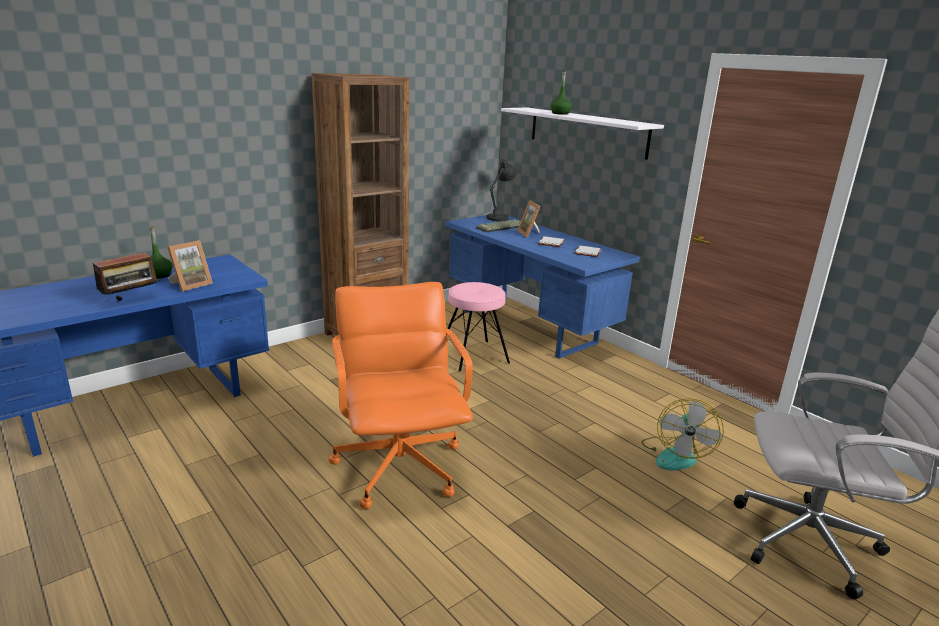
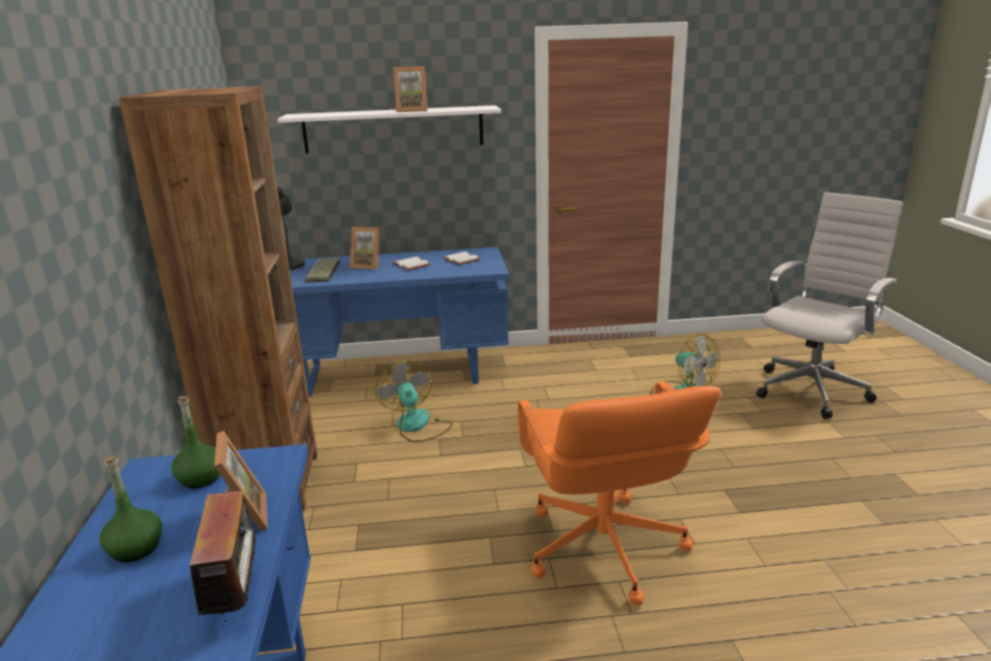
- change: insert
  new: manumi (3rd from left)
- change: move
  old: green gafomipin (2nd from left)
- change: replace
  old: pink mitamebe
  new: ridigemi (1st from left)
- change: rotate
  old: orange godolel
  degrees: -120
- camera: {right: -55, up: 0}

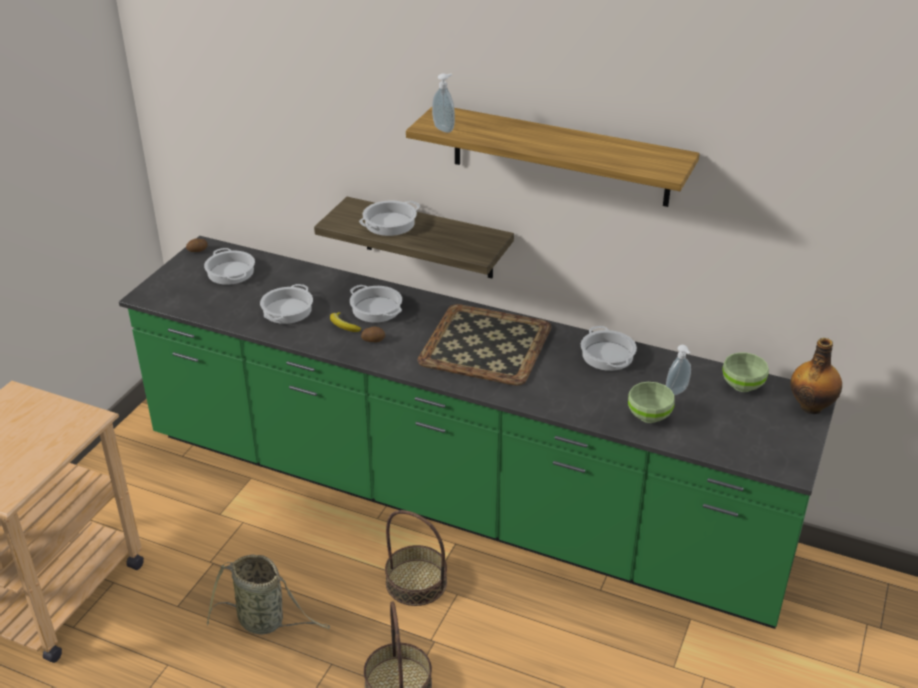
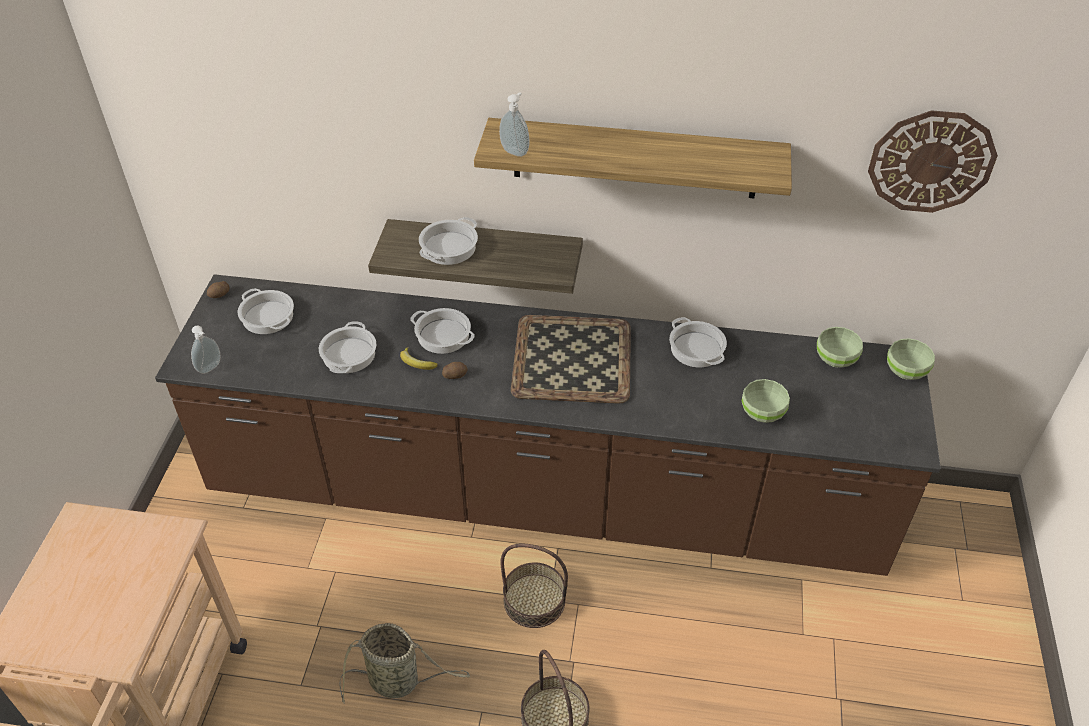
- change: insert
  new: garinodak
- change: move
  old: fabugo (2nd from left in the first image)
  new: fabugo (1st from left)
- change: replace
  old: gafomipin
  new: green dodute (3rd from left)
- change: recolor
  old: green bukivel
  new: brown bukivel
- camera: {right: -15, up: 10}

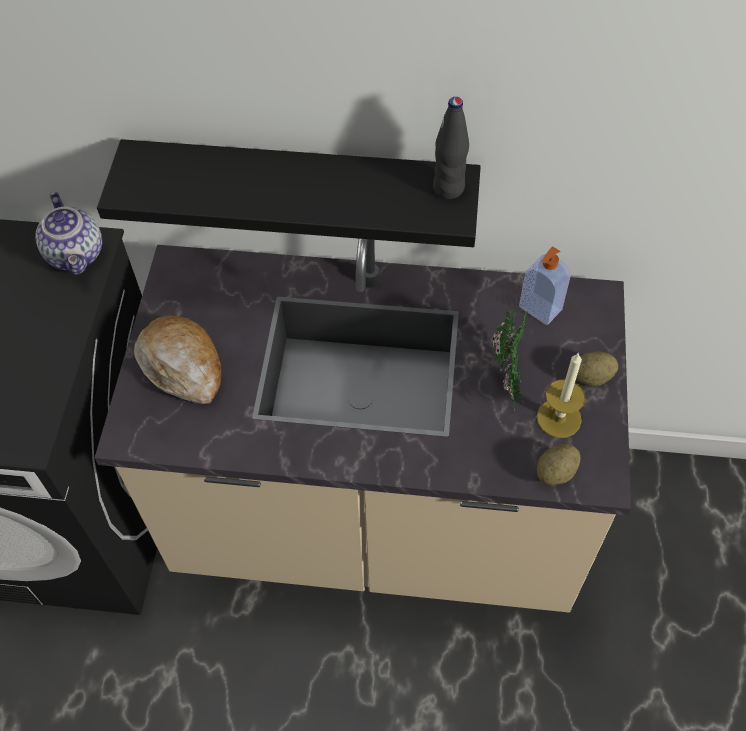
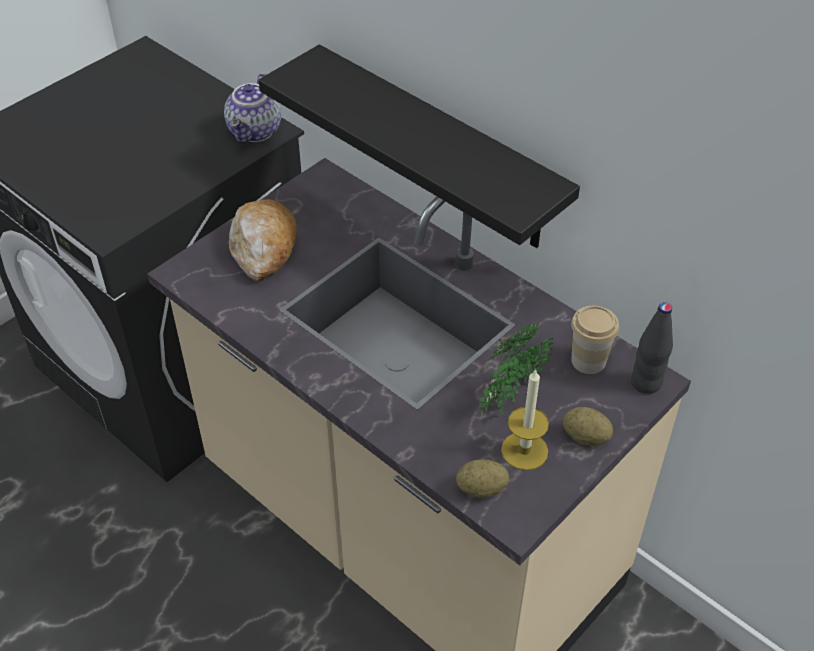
- change: move
  old: black gafomipin
- change: replace
  old: fabugo
  new: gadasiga
- camera: {right: 35, up: -10}

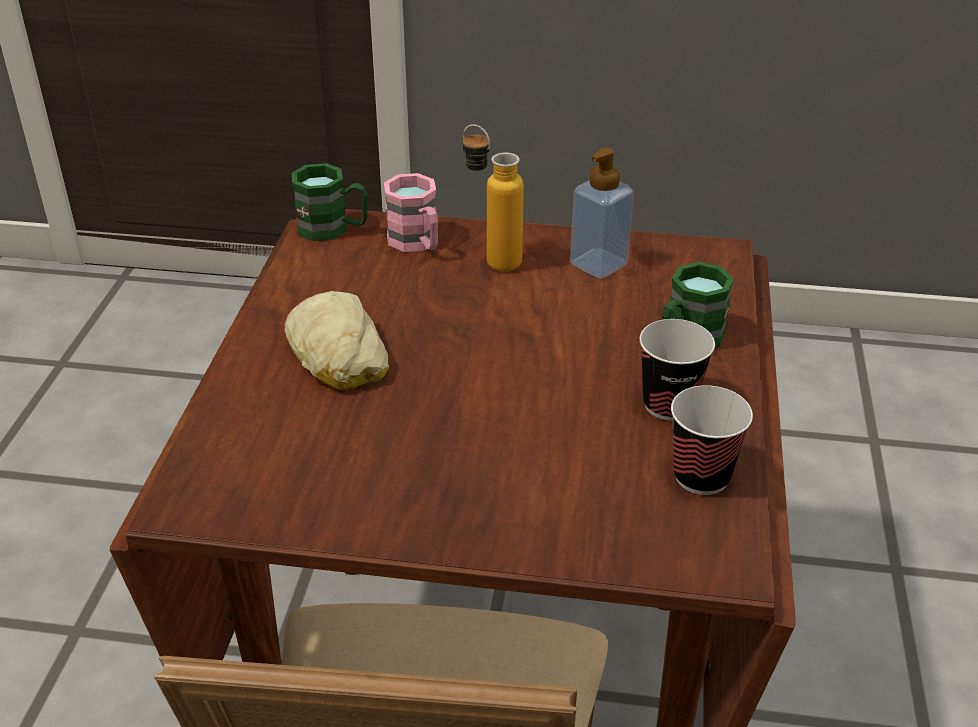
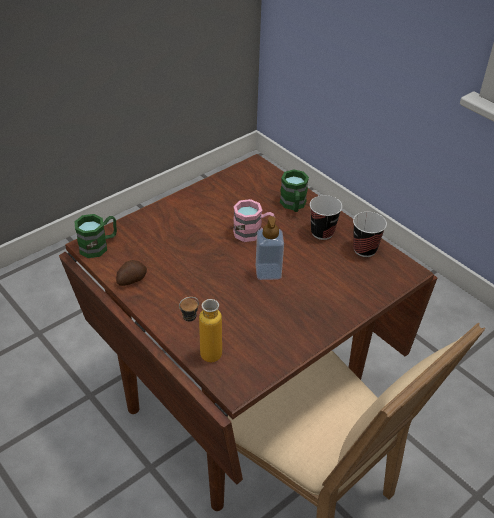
- change: delete
  old: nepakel
- change: insert
  new: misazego
- change: move
  old: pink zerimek
- change: move
  old: gafomipin
- change: move
  old: fabugo
- camera: {right: -50, up: 5}

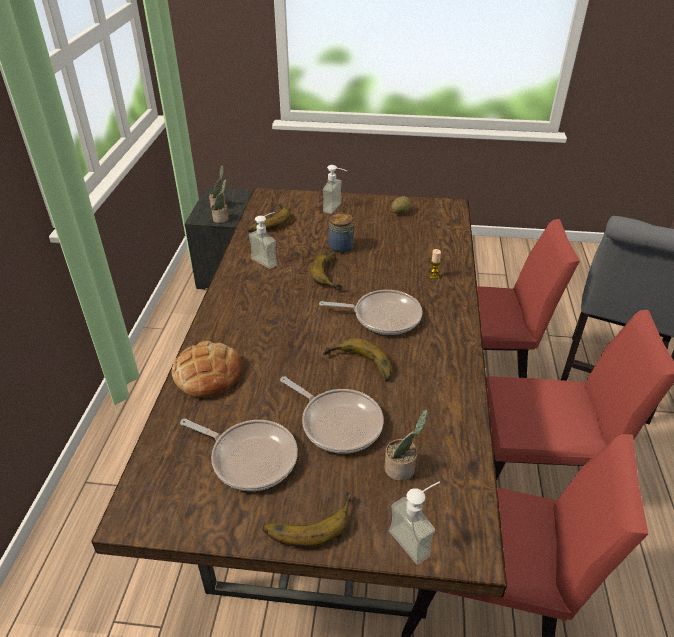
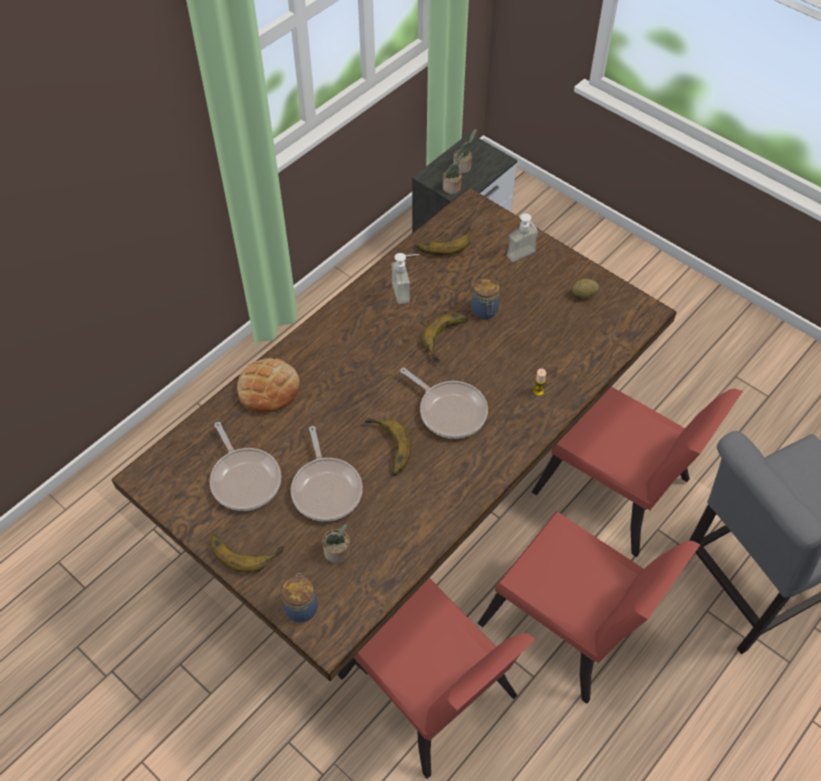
- change: replace
  old: fabugo (3rd from left)
  new: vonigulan (1st from left)
- camera: {right: 35, up: 15}

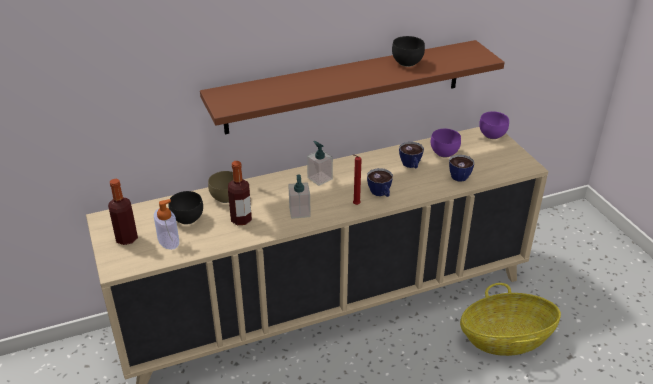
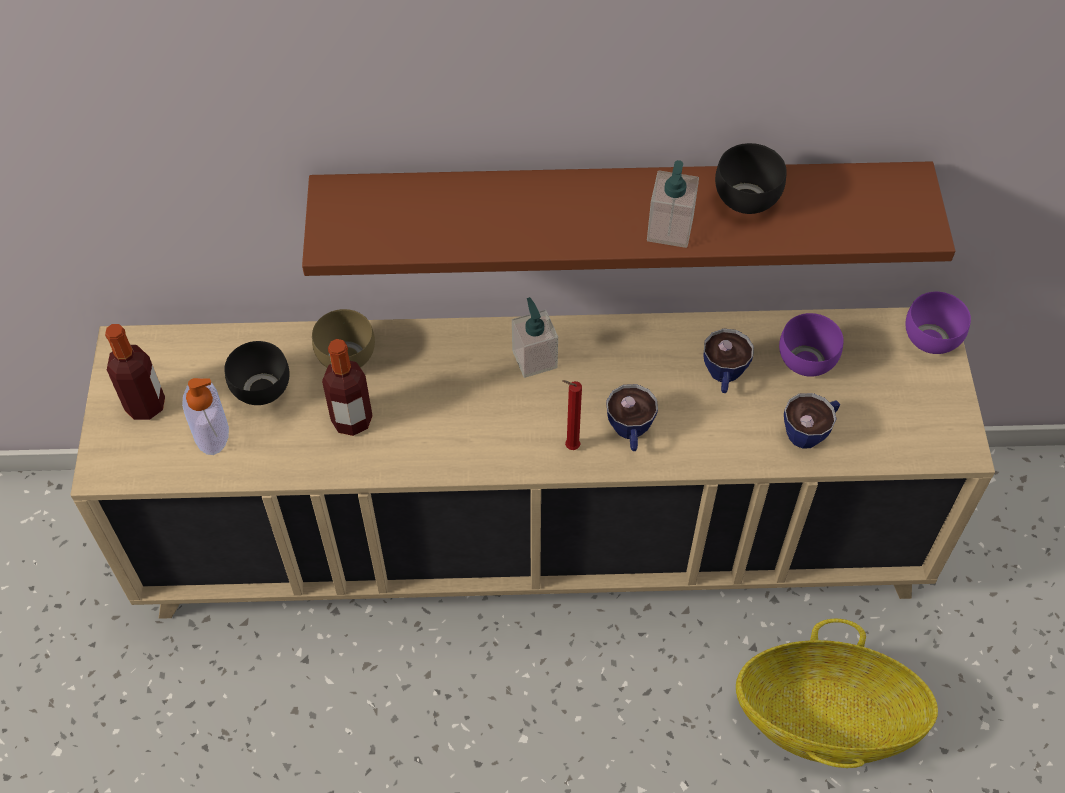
- change: move
  old: fabugo (2nd from left in the first image)
  new: fabugo (3rd from left)
- camera: {right: 20, up: 20}

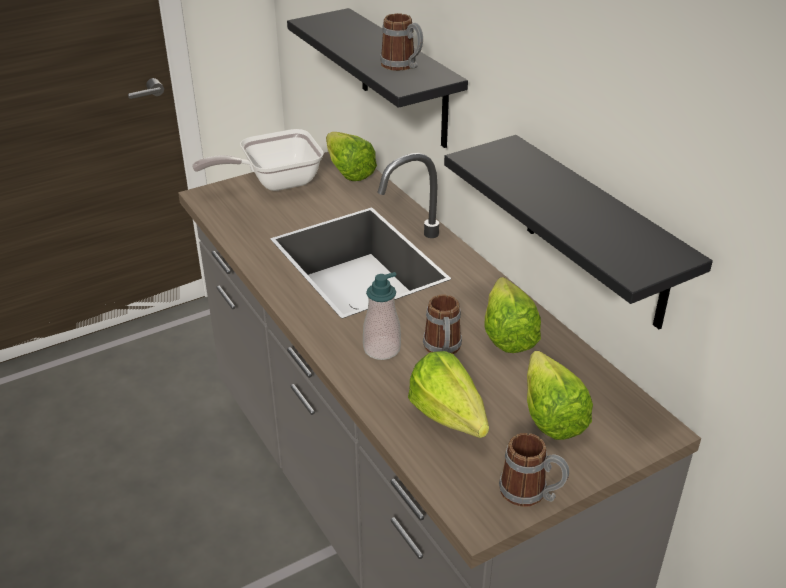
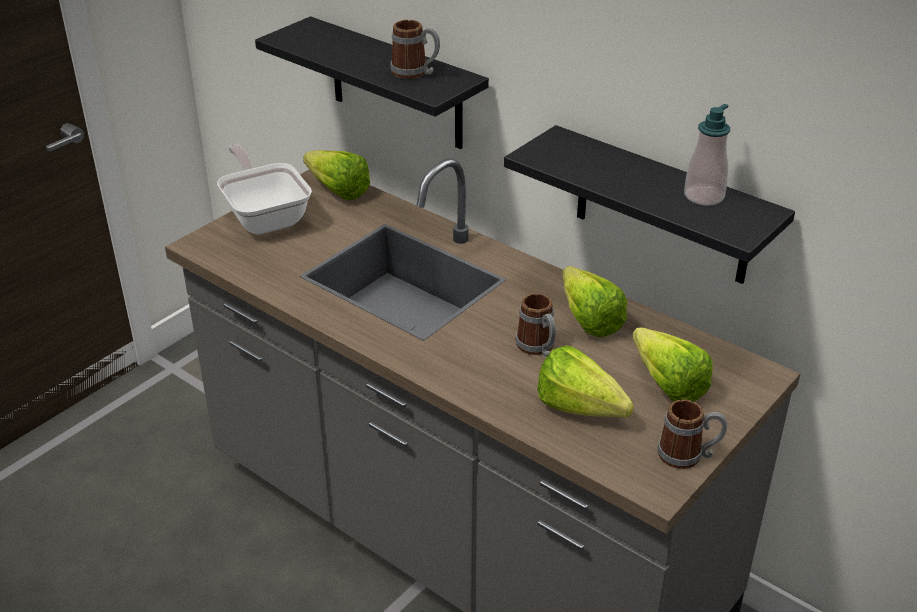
- change: move
  old: fabugo
- change: rotate
  old: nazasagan
  degrees: 105
- camera: {right: -20, up: 0}

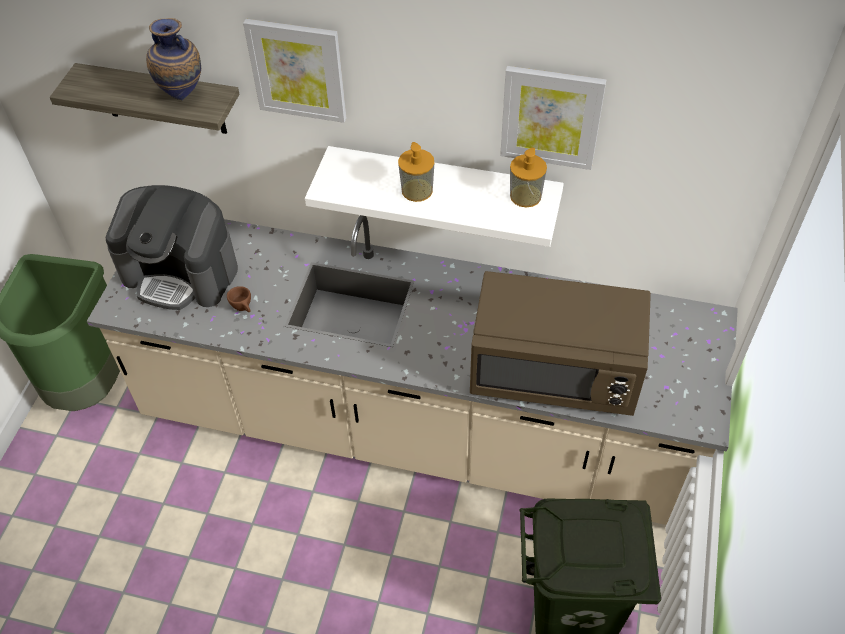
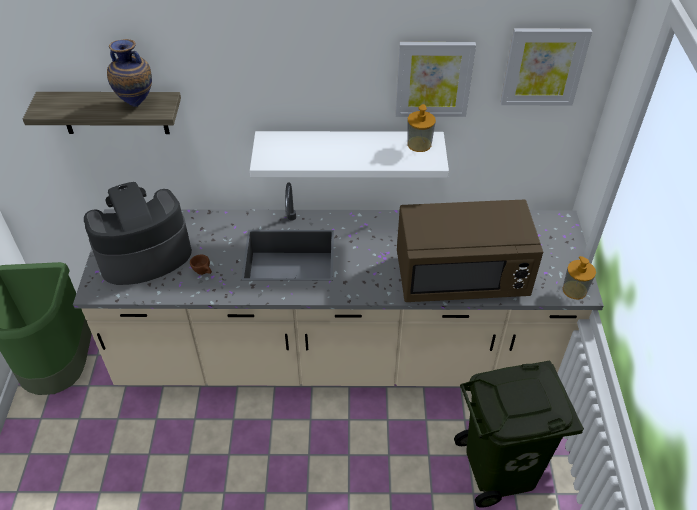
- change: move
  old: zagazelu (1st from left in the first image)
  new: zagazelu (2nd from left)
- change: move
  old: fabugo (1st from left in the first image)
  new: fabugo (2nd from left)
- change: rotate
  old: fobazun
  degrees: 150
- camera: {right: -15, up: -5}

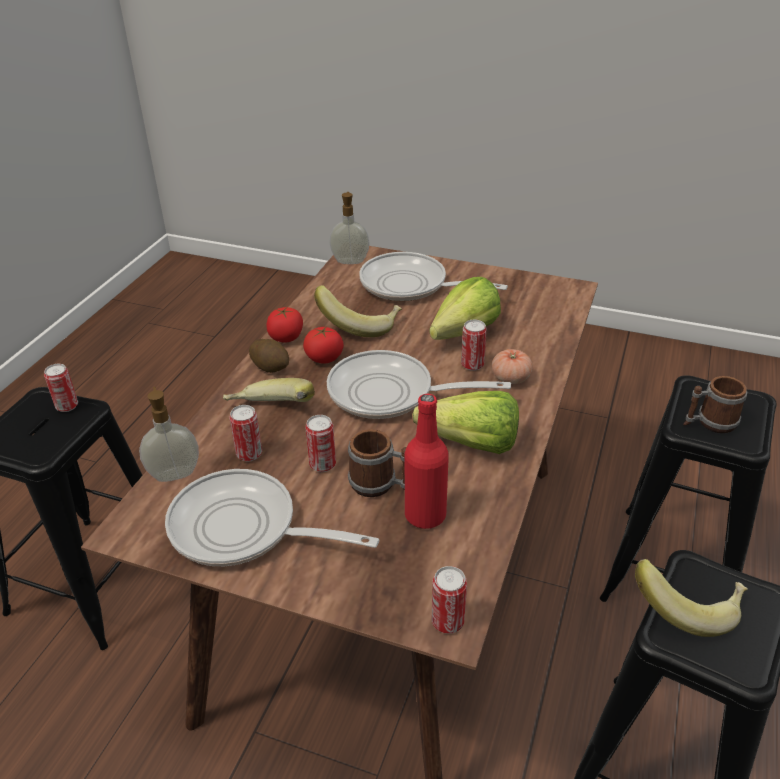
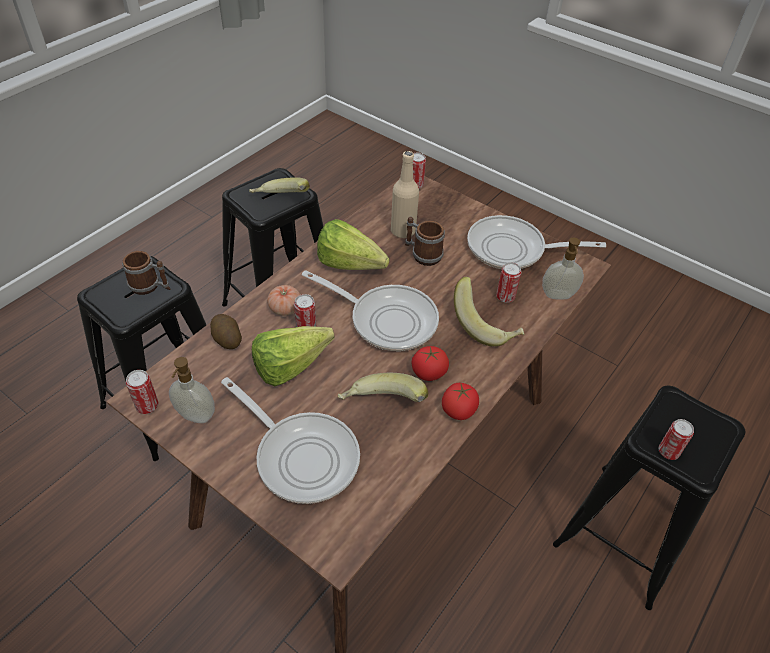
- change: move
  old: misazego
- change: move
  old: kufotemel (3rd from left in the first image)
  new: kufotemel (1st from left)
- change: move
  old: fabugo (2nd from left in the first image)
  new: fabugo (1st from left)
- change: recolor
  old: red gafomipin
  new: beige gafomipin
- change: rotate
  old: nazasagan (1st from left in the first image)
  degrees: 150
- camera: {right: -165, up: 10}

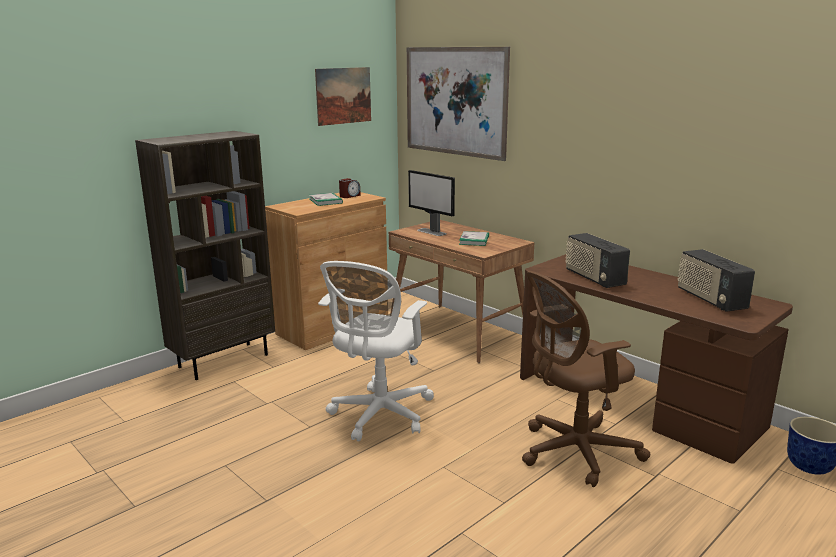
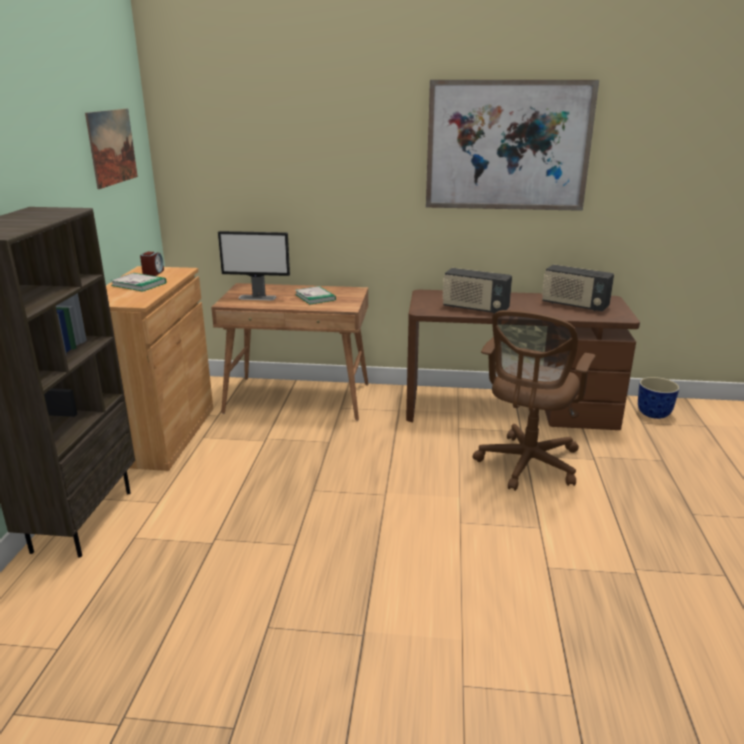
- change: delete
  old: white godolel
- change: move
  old: zagazelu (2nd from left)
- camera: {right: -40, up: 5}

